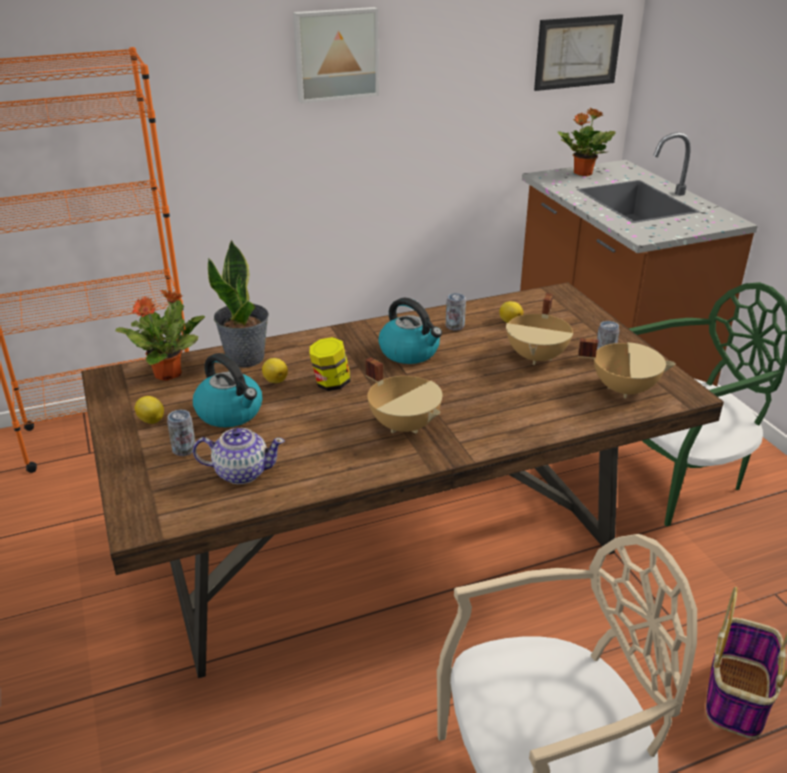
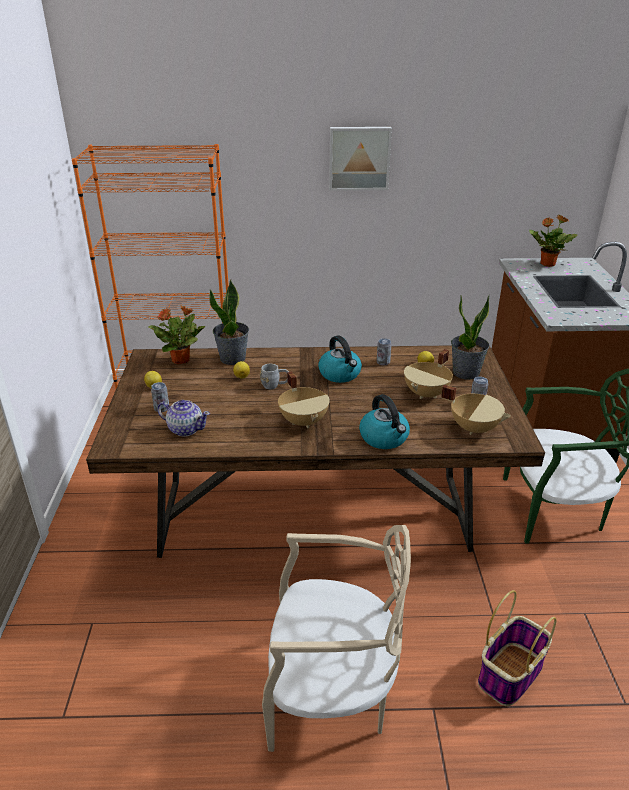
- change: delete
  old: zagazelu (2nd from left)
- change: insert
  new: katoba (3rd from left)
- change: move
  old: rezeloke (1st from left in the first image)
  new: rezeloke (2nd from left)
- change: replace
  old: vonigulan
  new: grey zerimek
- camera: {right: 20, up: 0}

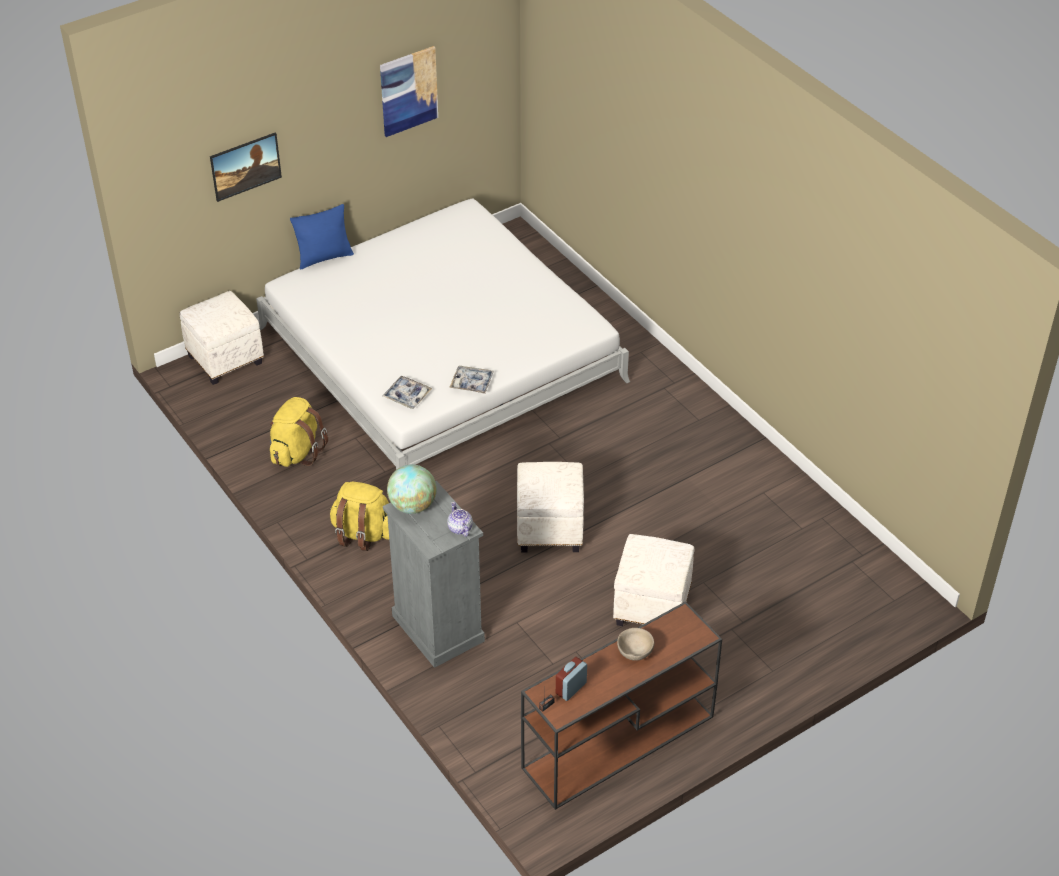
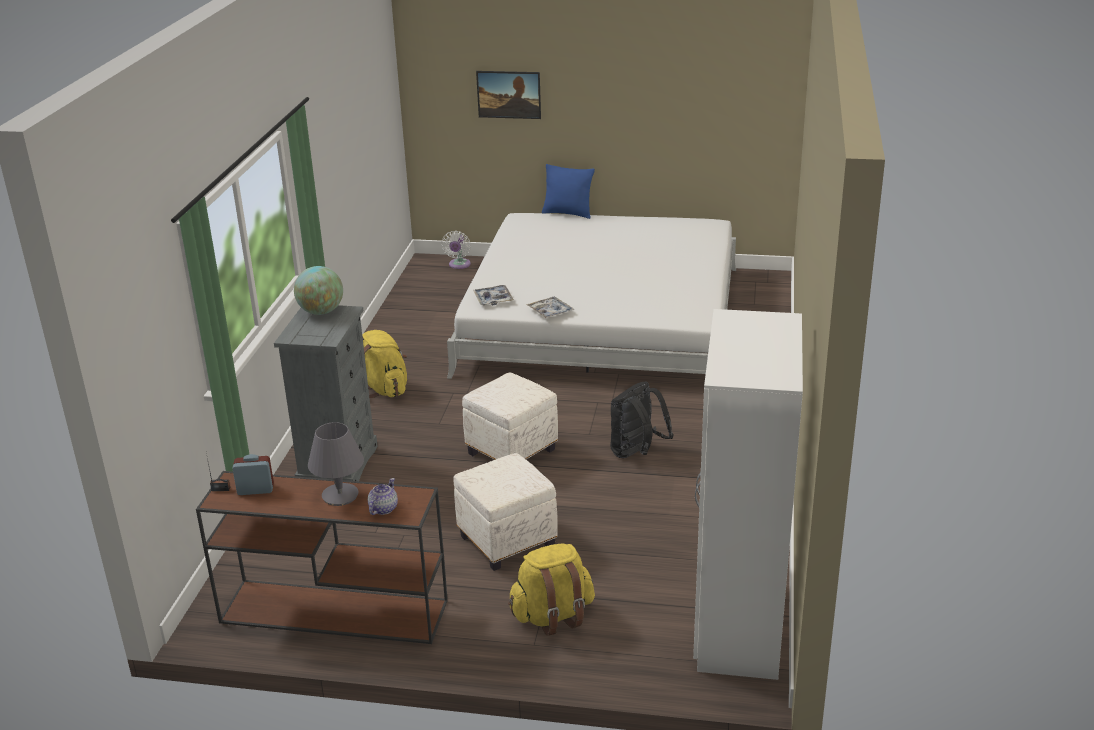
- change: delete
  old: zagazelu (2nd from left)
- change: insert
  new: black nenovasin
- change: insert
  new: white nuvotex
- change: move
  old: yellow nenovasin (1st from left in the first image)
  new: yellow nenovasin (2nd from left)
- change: move
  old: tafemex
- change: replace
  old: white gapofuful (1st from left)
  new: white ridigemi
- change: replace
  old: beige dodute
  new: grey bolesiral
- camera: {right: 45, up: -15}

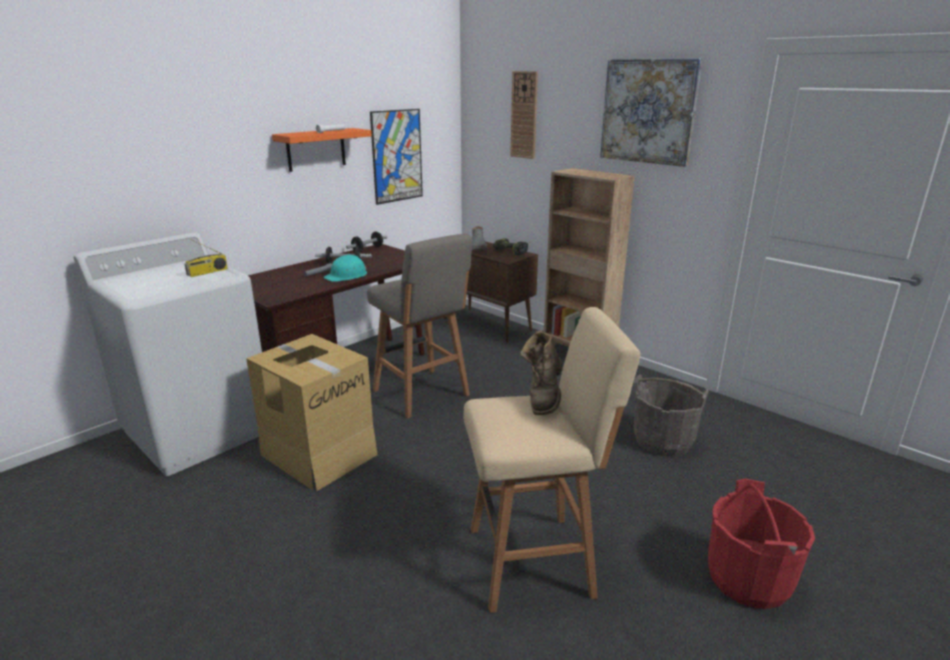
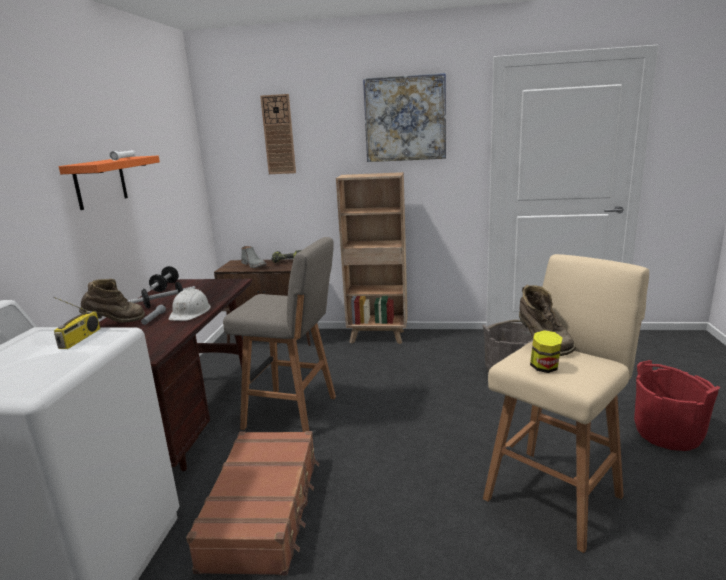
- change: delete
  old: zagazelu (1st from left)
- change: insert
  new: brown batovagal (1st from left)
- change: insert
  new: vonigulan
- change: replace
  old: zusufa
  new: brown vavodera
- change: recolor
  old: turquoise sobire
  new: white sobire
- camera: {right: -35, up: -5}

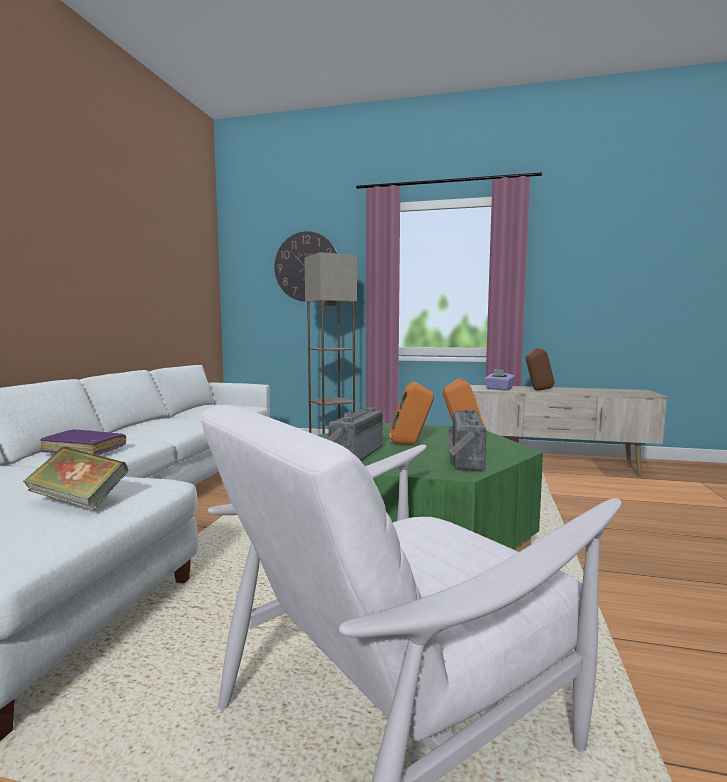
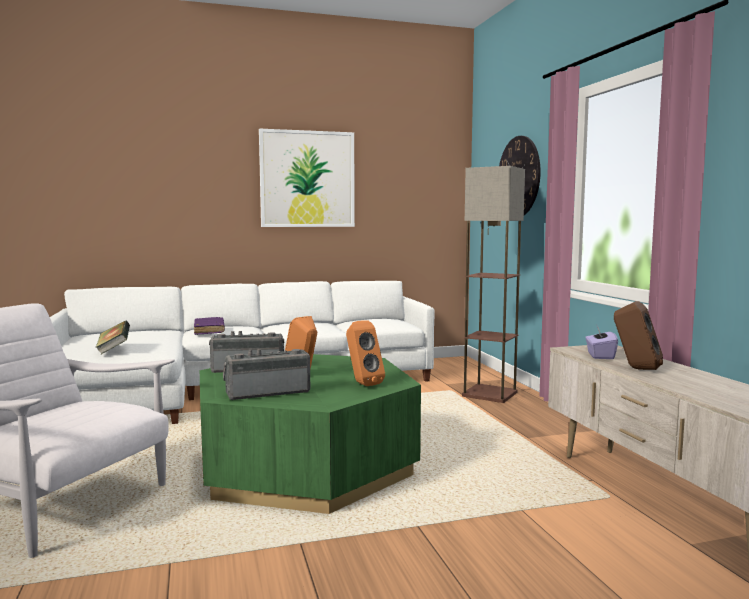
- change: insert
  new: zagazelu
- camera: {right: 60, up: 0}

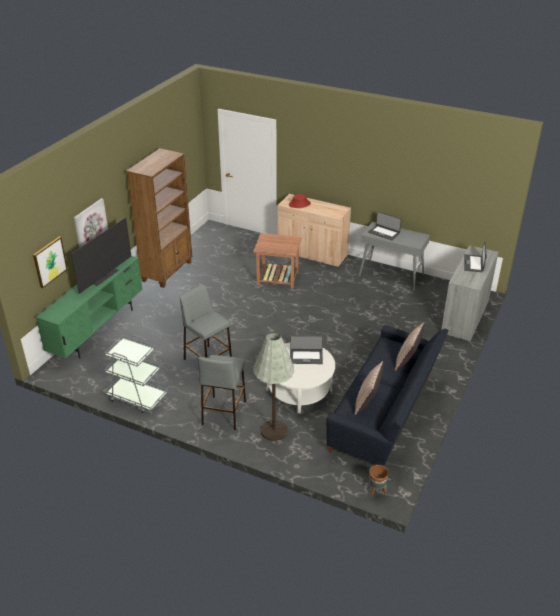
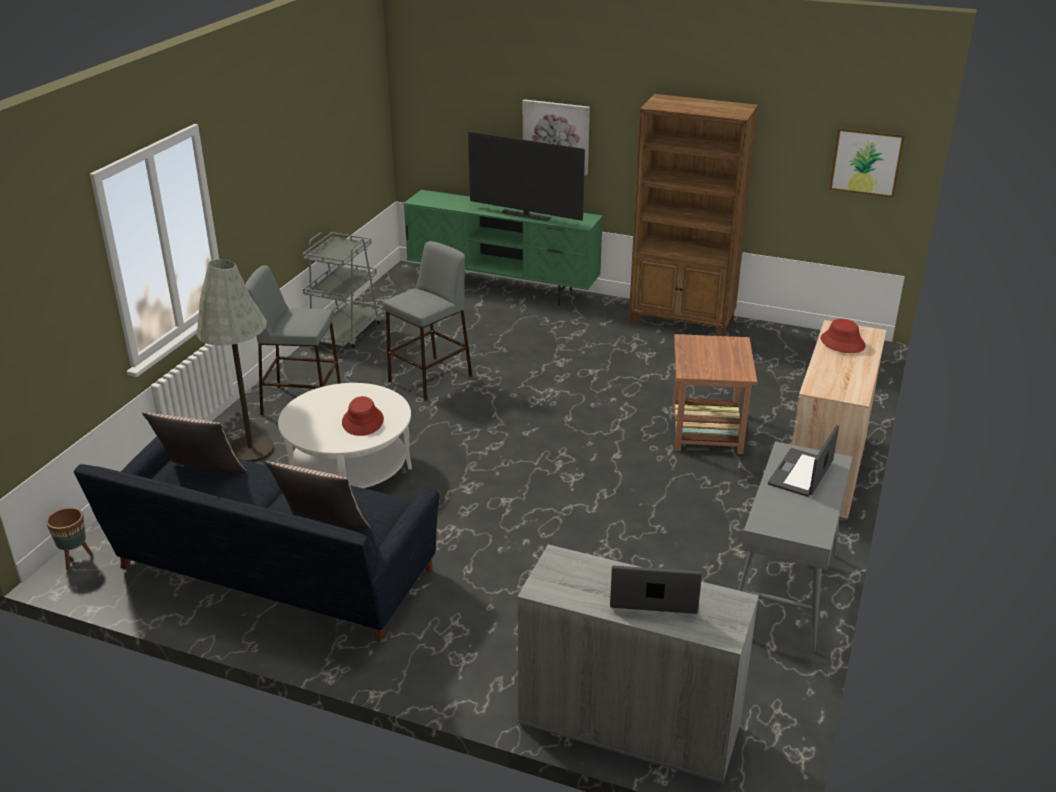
- change: move
  old: zagazelu (1st from left in the first image)
  new: zagazelu (2nd from left)
- change: replace
  old: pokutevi (1st from left)
  new: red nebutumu (1st from left)
- camera: {right: 85, up: -5}

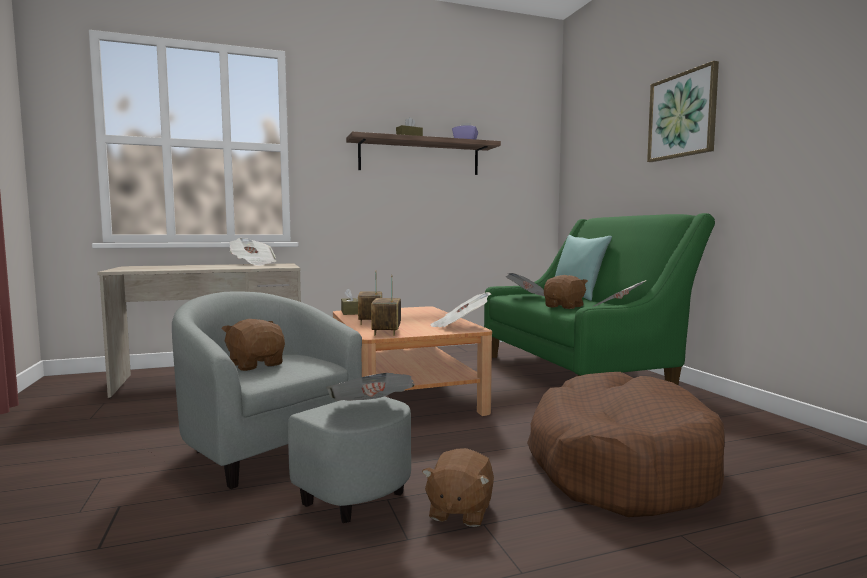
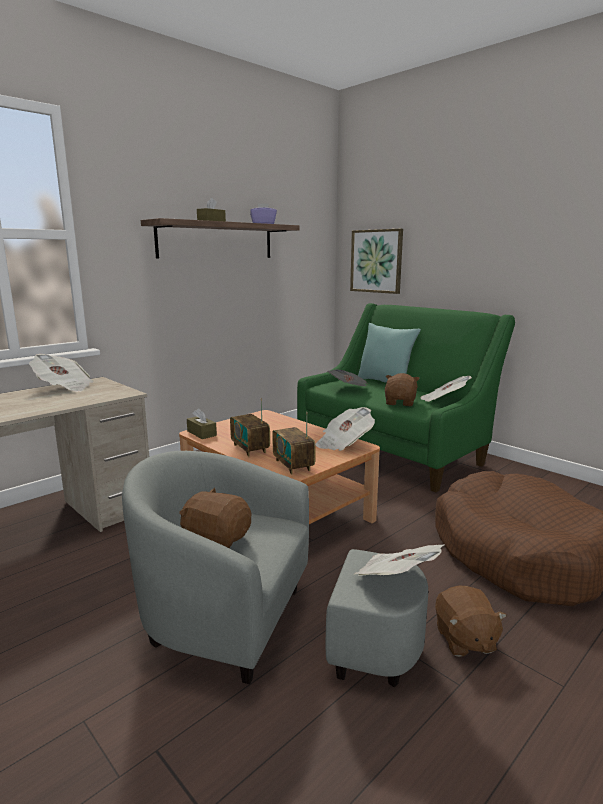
- change: move
  old: zagazelu
- camera: {right: -25, up: 10}

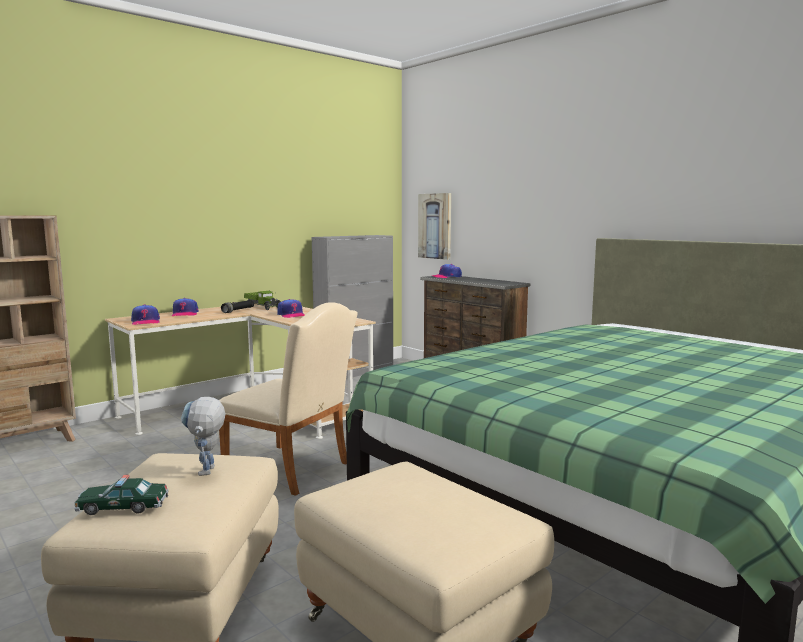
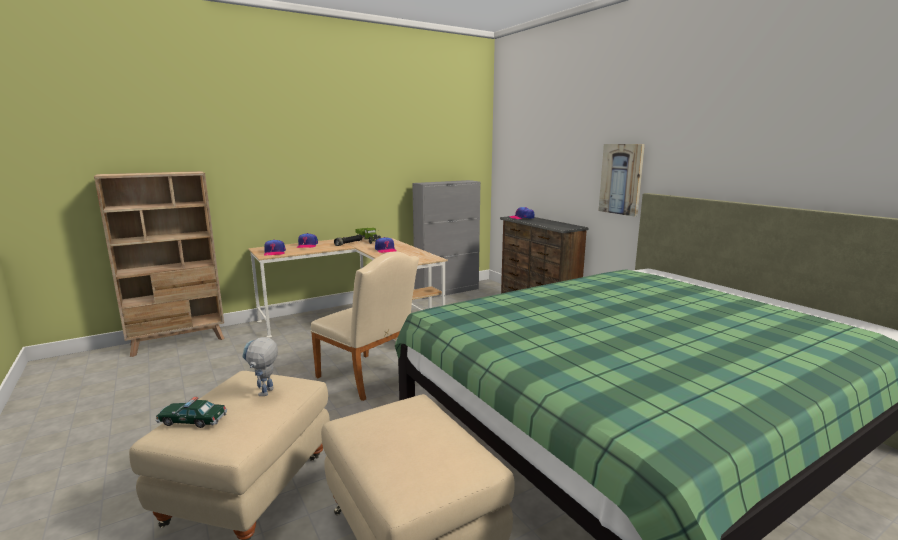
- change: move
  old: zagazelu
- camera: {right: 10, up: 5}

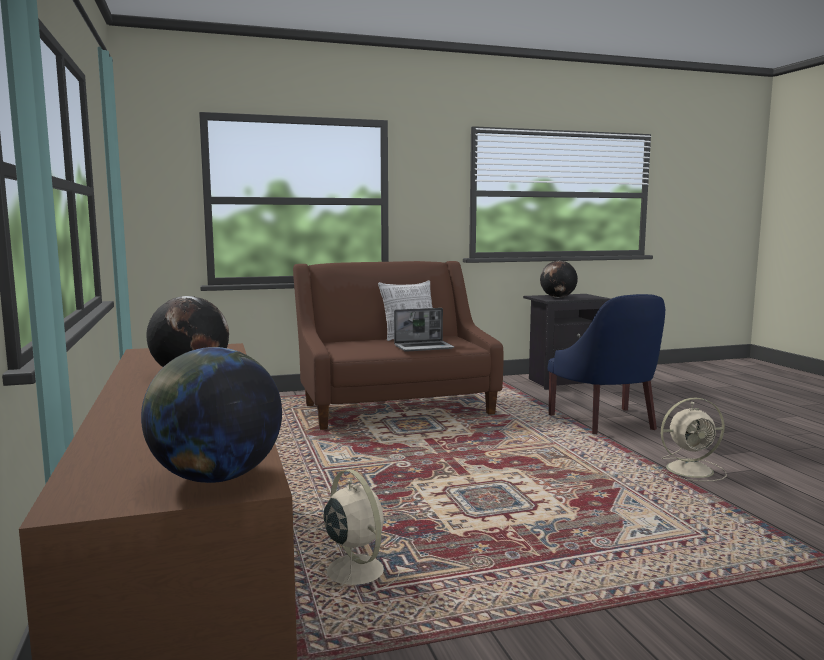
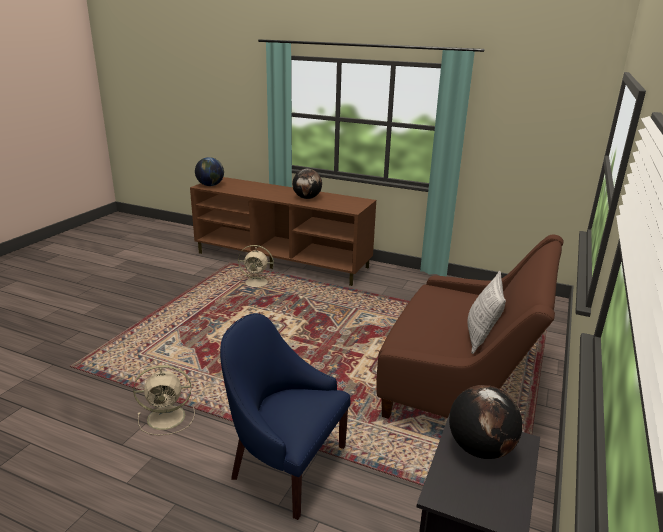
- change: delete
  old: pokutevi
- change: rotate
  old: beige ridigemi (2nd from left in the first image)
  degrees: -135
- camera: {right: 130, up: 15}

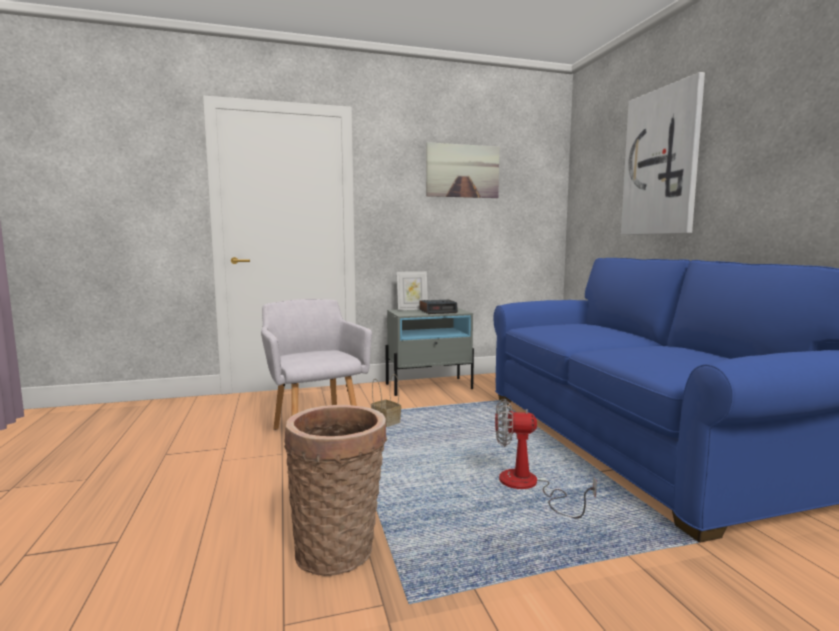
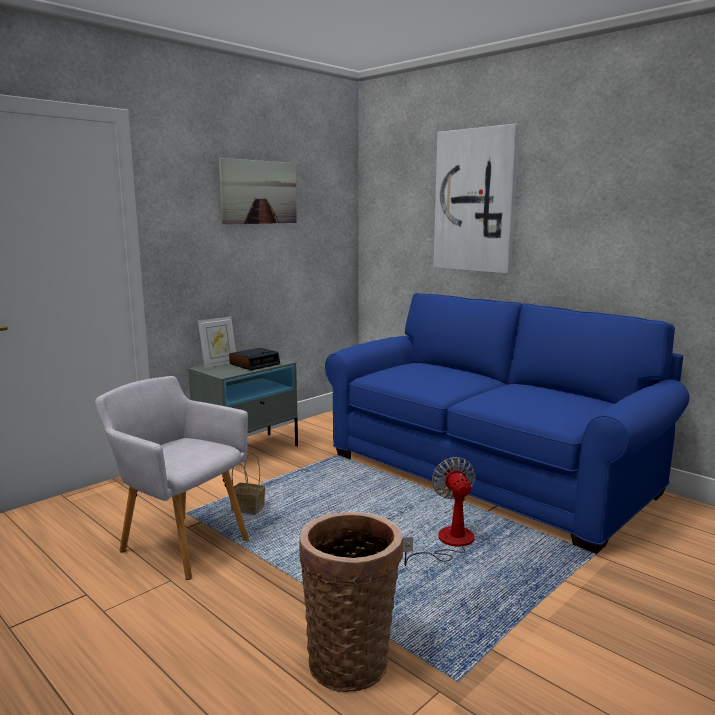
- change: rotate
  old: ridigemi
  degrees: 105
- camera: {right: -30, up: 5}

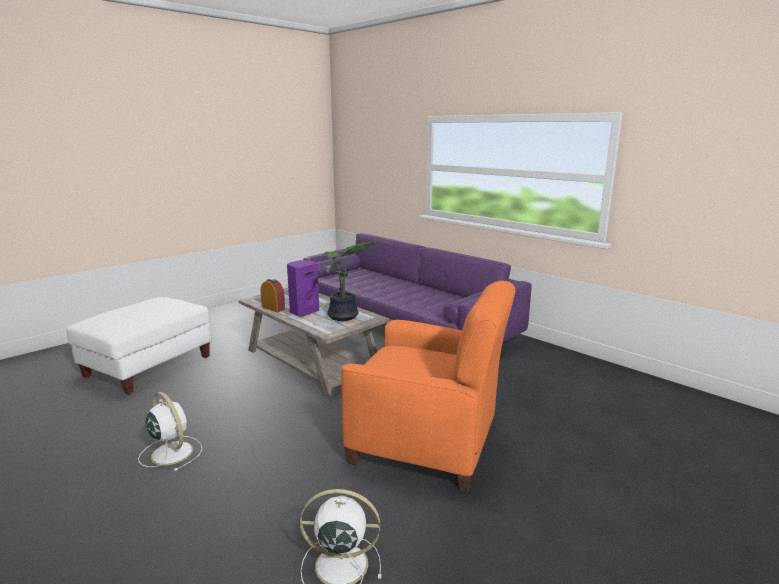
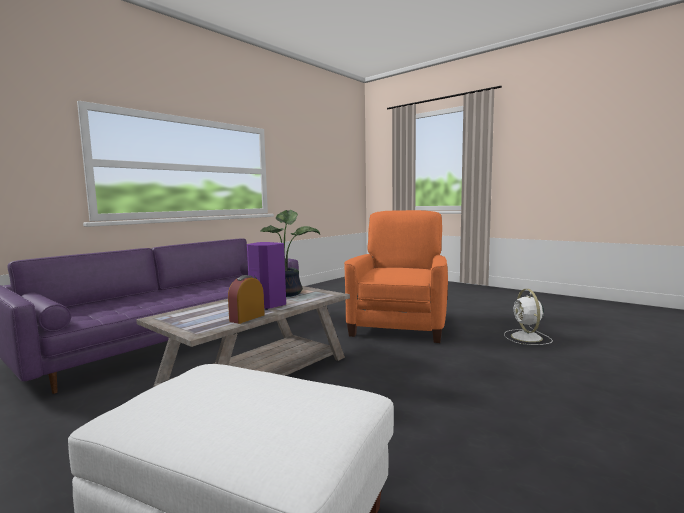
- change: delete
  old: white ridigemi (1st from left)
- camera: {right: -95, up: -10}

